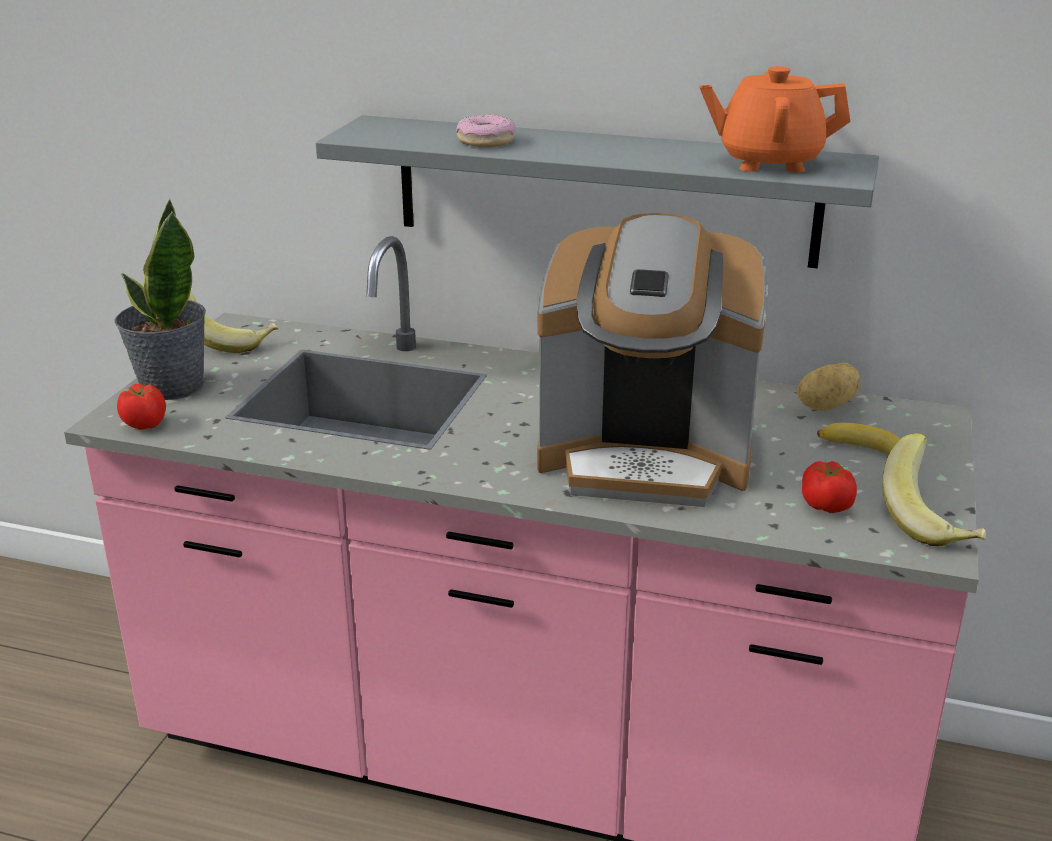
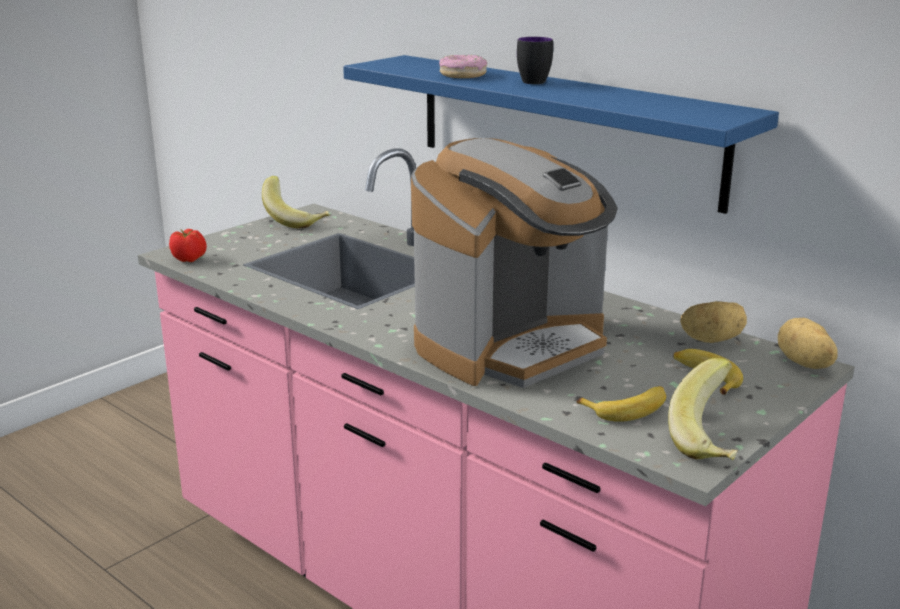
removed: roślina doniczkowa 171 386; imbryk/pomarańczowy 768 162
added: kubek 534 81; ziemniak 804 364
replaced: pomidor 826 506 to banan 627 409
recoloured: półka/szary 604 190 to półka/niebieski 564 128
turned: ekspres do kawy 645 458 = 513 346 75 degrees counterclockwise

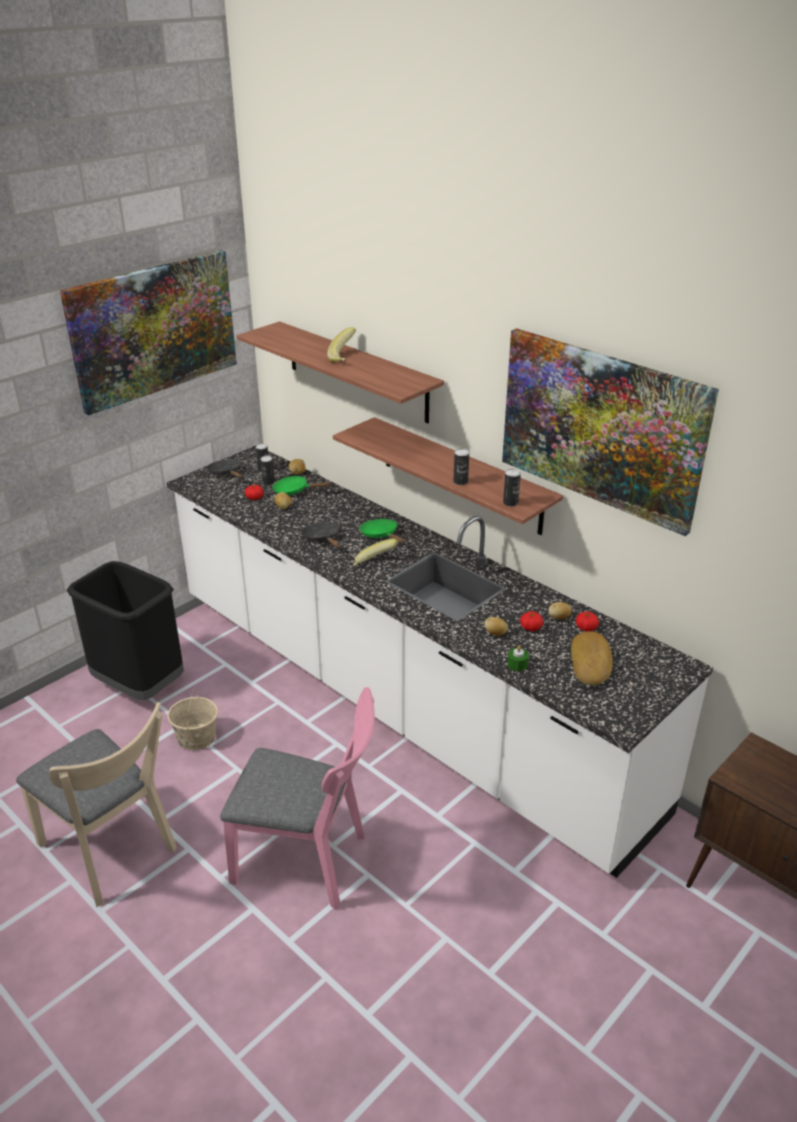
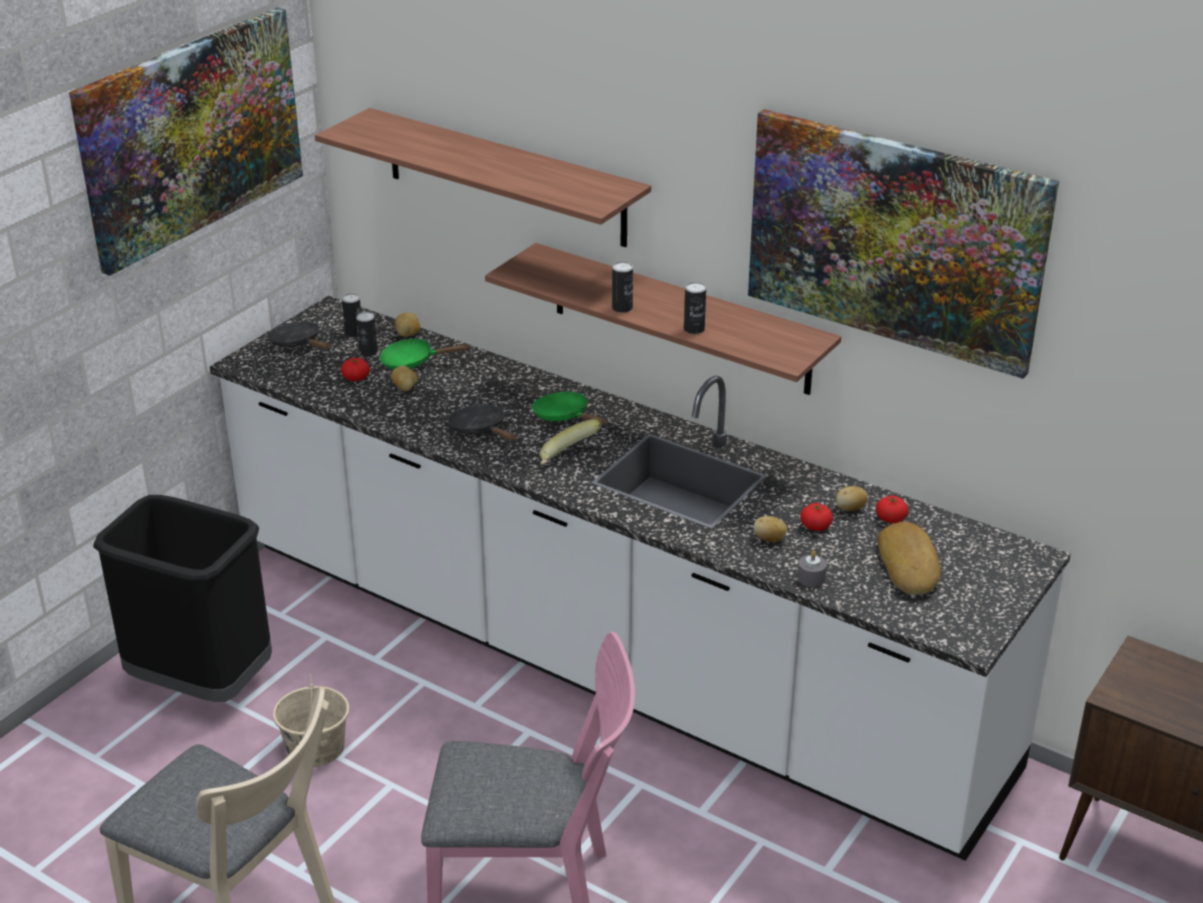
removed: banan 345 358
moved: puszka 510 503 to 622 308
recoloured: świeca/zielony 517 664 to świeca/szary 811 578

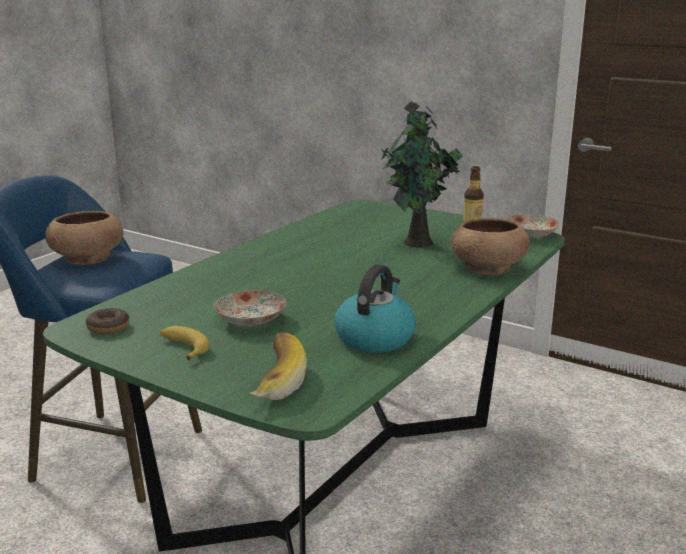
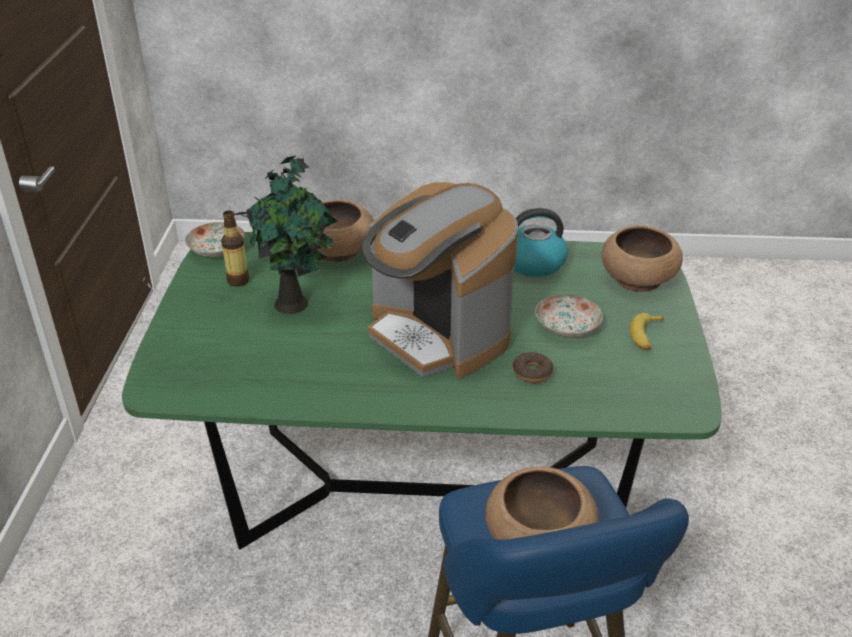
added: ekspres do kawy 438 335
moved: donut 108 327 to 532 373
replaced: banan 272 381 to miska/brązowy 638 280

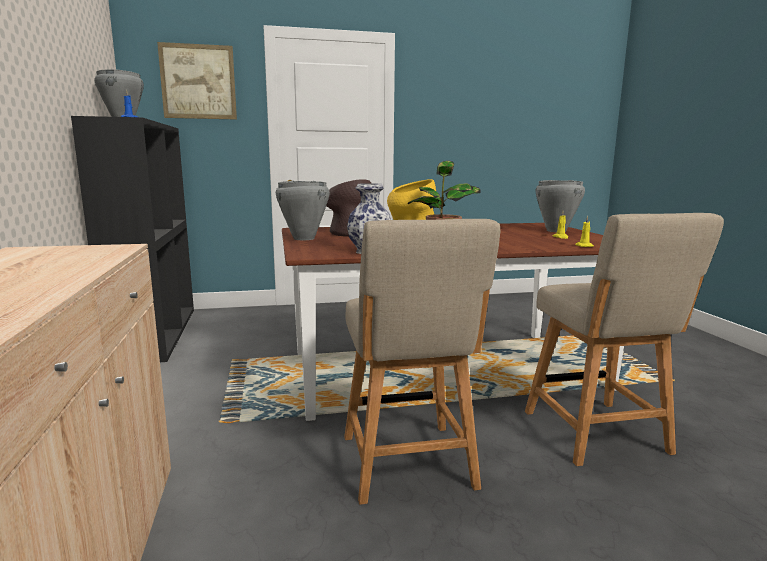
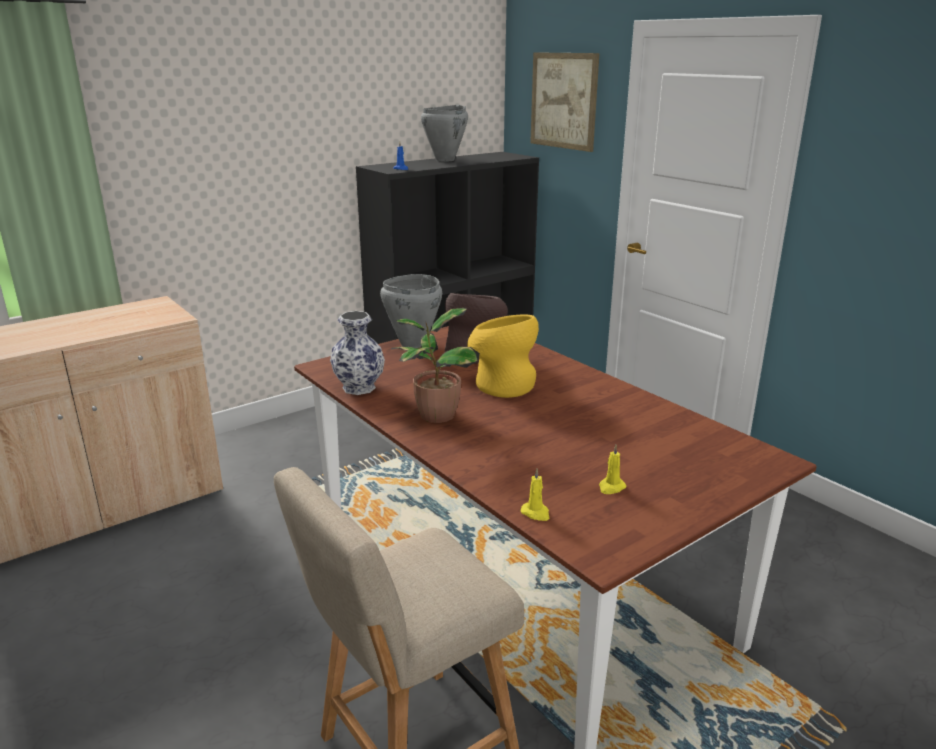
removed: krzesło/beżowy 408 466; garnek/szary 556 231

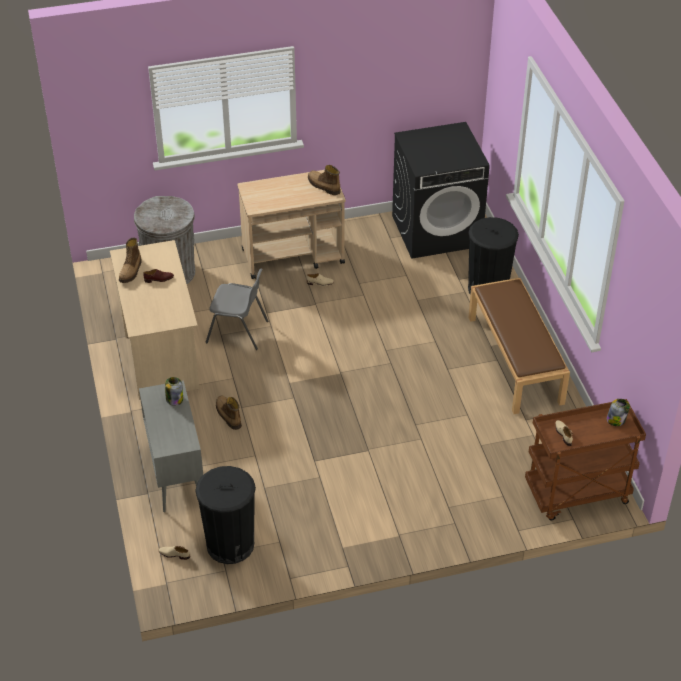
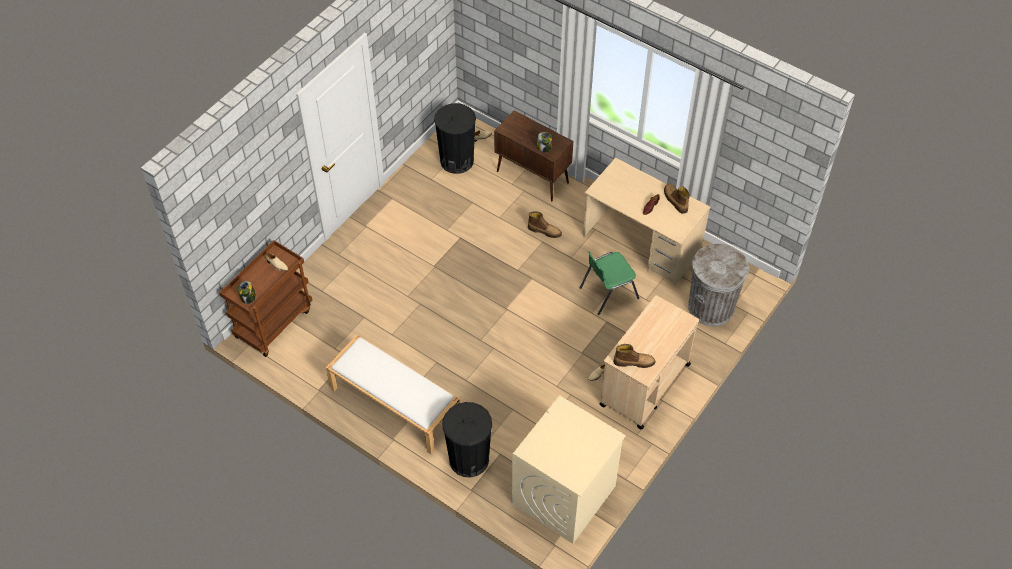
recoloured: ławka/brązowy 516 360 to ławka/biały 393 404; szafka/szary 175 473 to szafka/brązowy 533 177; pralka/czarny 437 230 to pralka/beżowy 564 496; krzesło/szary 238 332 to krzesło/zielony 607 293

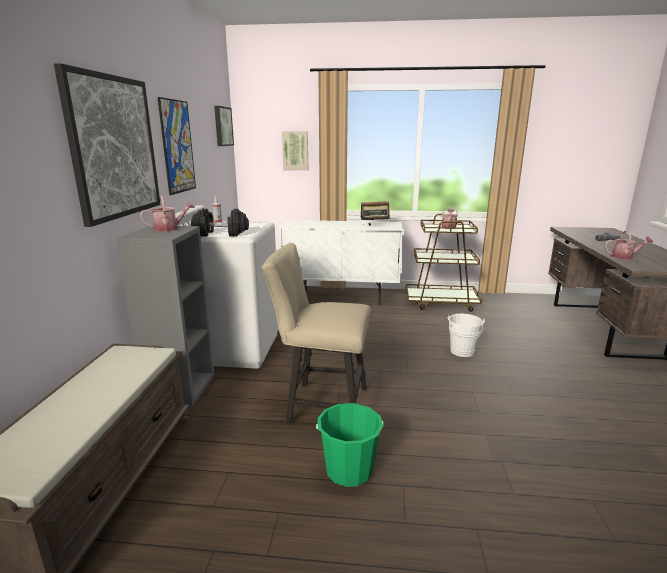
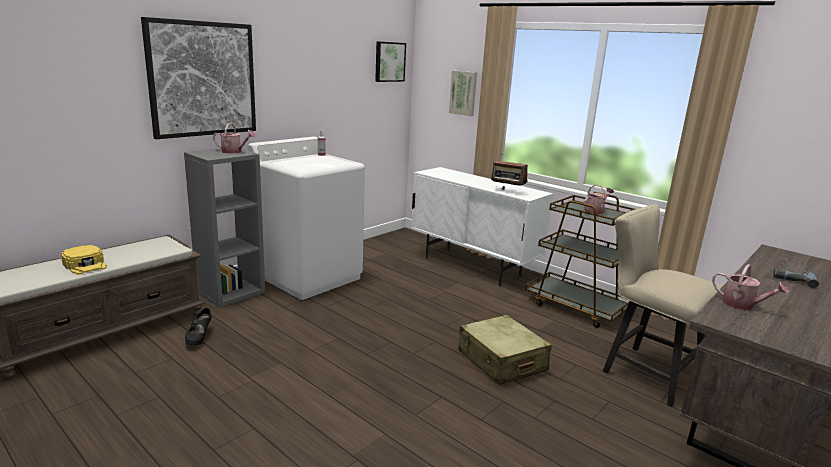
removed: obraz 177 147; hantel/czarny 221 234; wiadro/zielony 349 470
added: czapka z daszkiem/żółty 85 264; but/czarny 199 338
moved: krzesło/beżowy 321 405 to 644 371
replaced: wiadro/biały 462 353 to walizka/beżowy 501 361

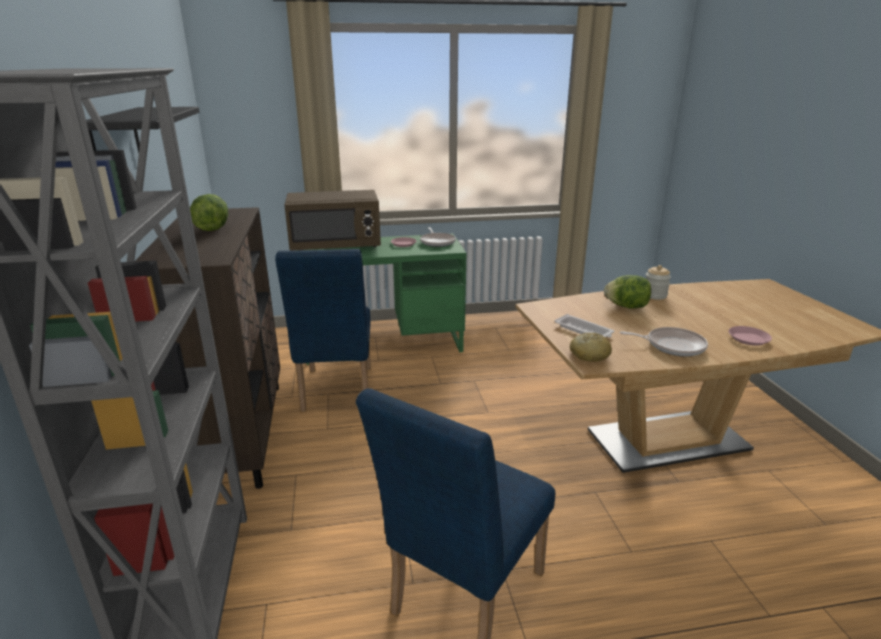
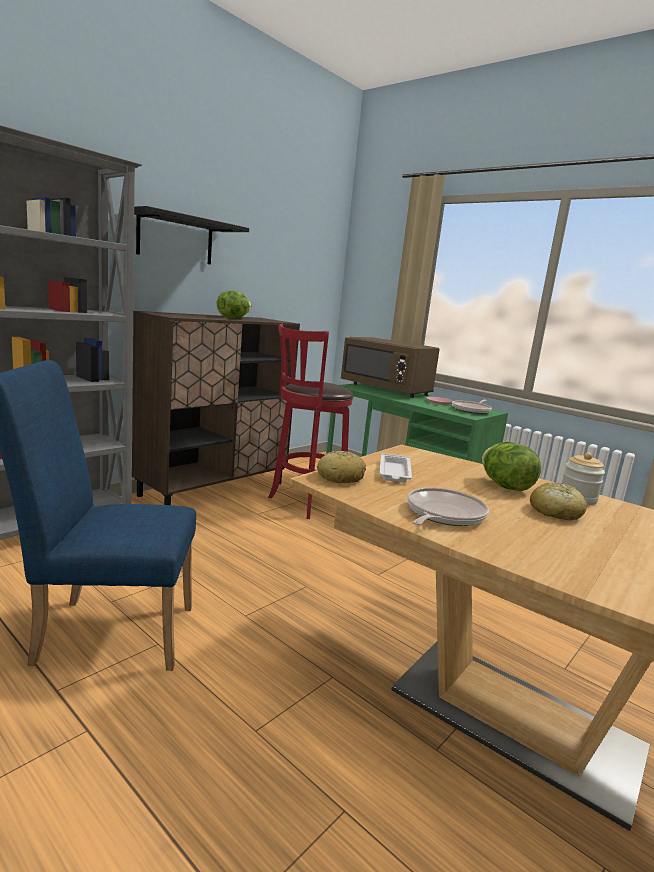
removed: talerz/różowy 748 338
added: chleb 555 512
replaced: krzesło/niebieski 336 393 to stołek/czerwony 304 503
turned: patelnia 672 346 = 443 514 120 degrees counterclockwise

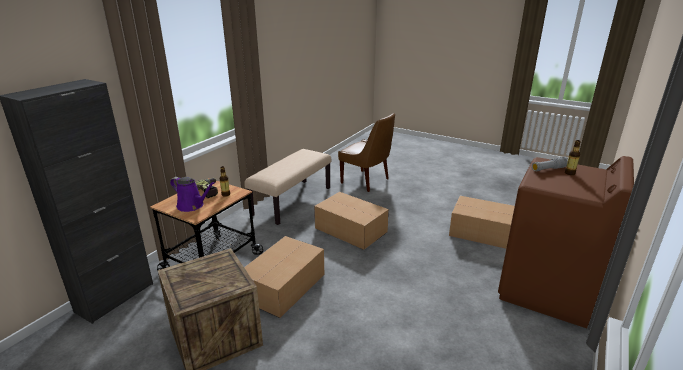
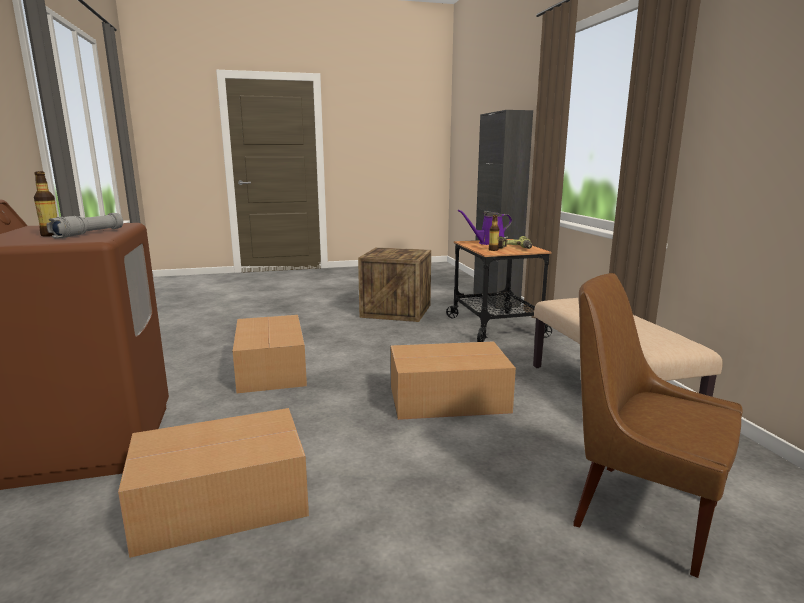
moved: karton 285 286 to 270 370
turned: krzesło/brązowy 366 181 = 639 512 45 degrees clockwise

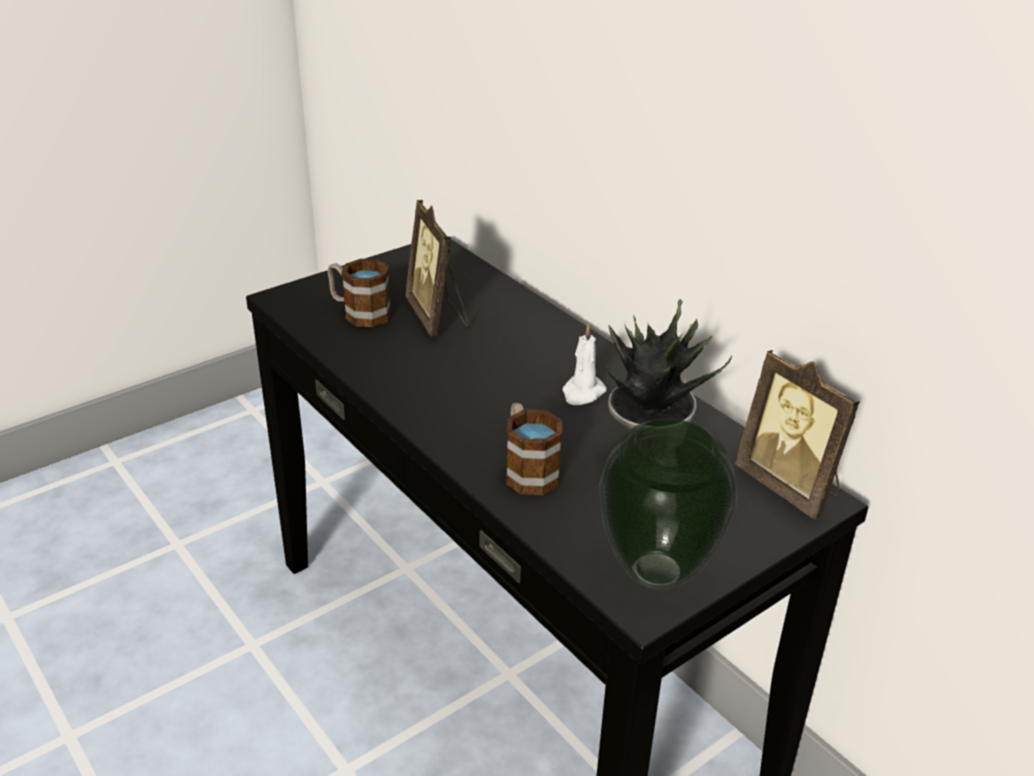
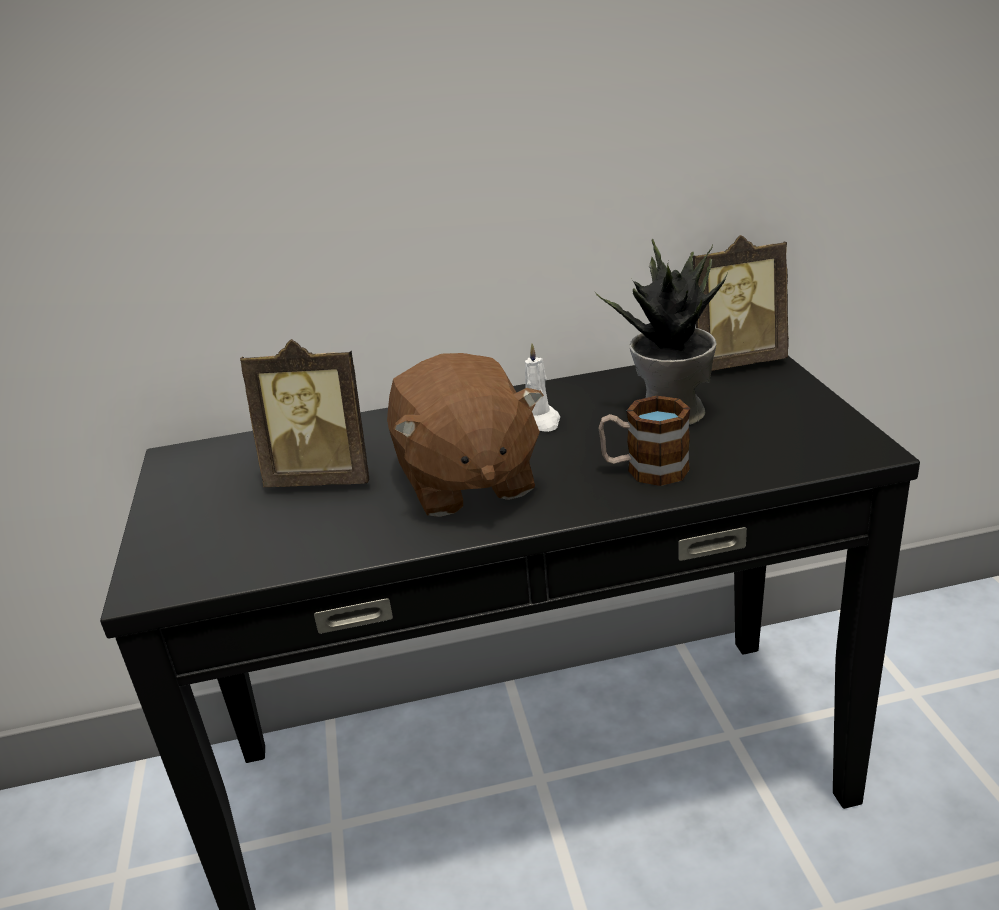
removed: kubek 359 312; wazon 657 569
added: pluszak/brązowy 465 482

